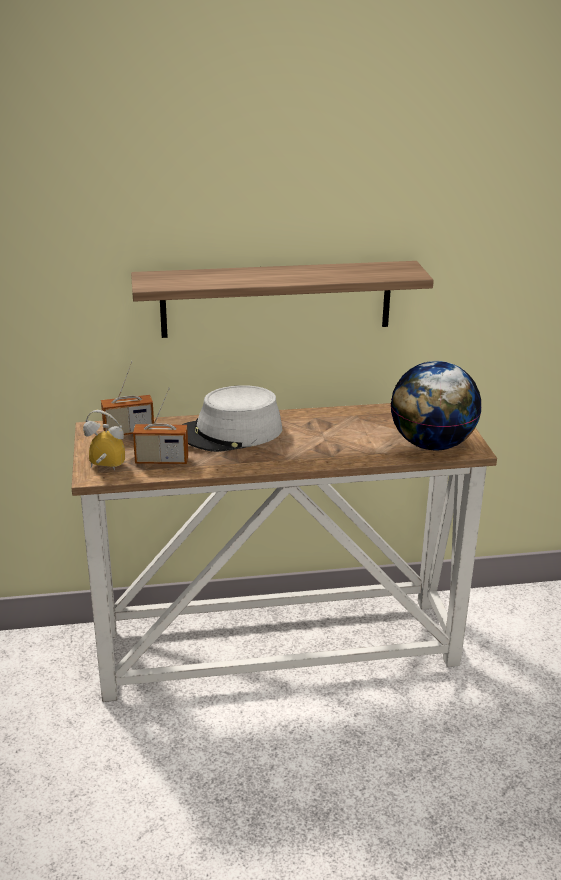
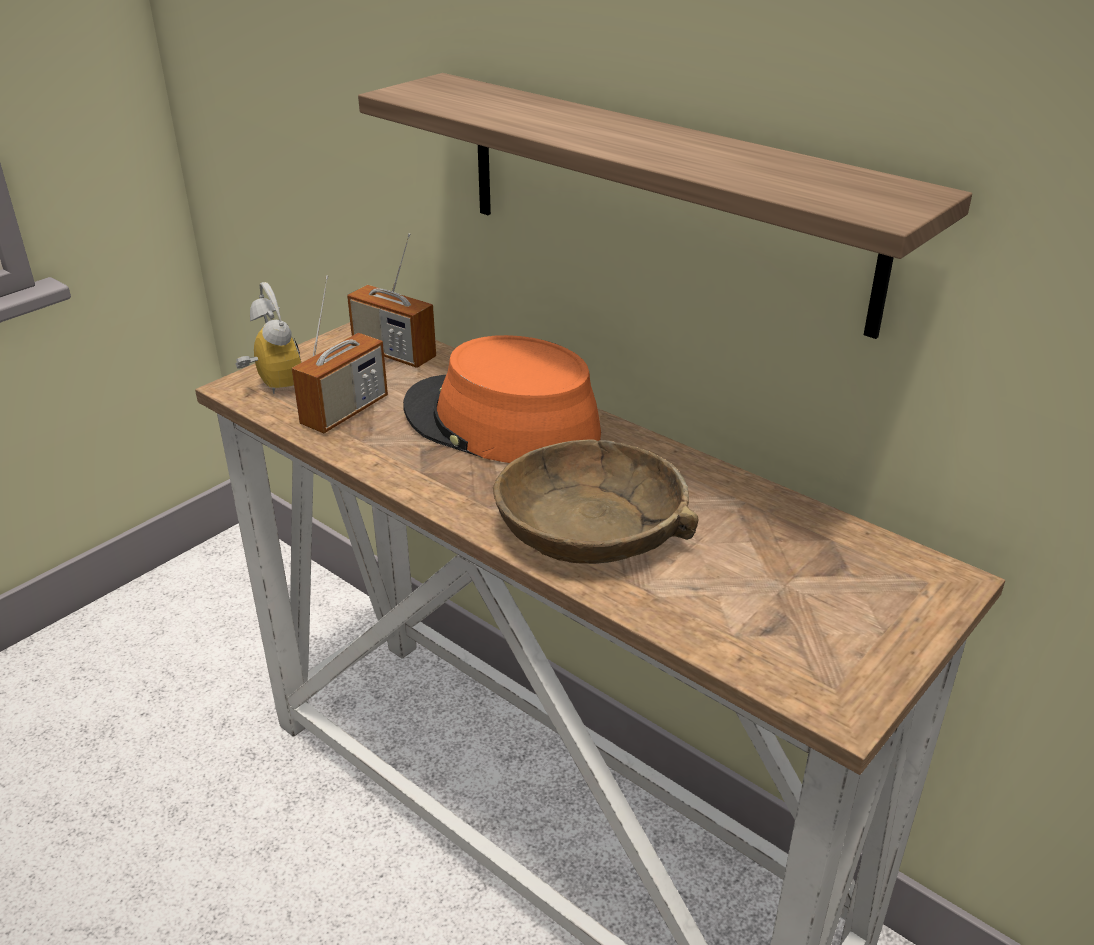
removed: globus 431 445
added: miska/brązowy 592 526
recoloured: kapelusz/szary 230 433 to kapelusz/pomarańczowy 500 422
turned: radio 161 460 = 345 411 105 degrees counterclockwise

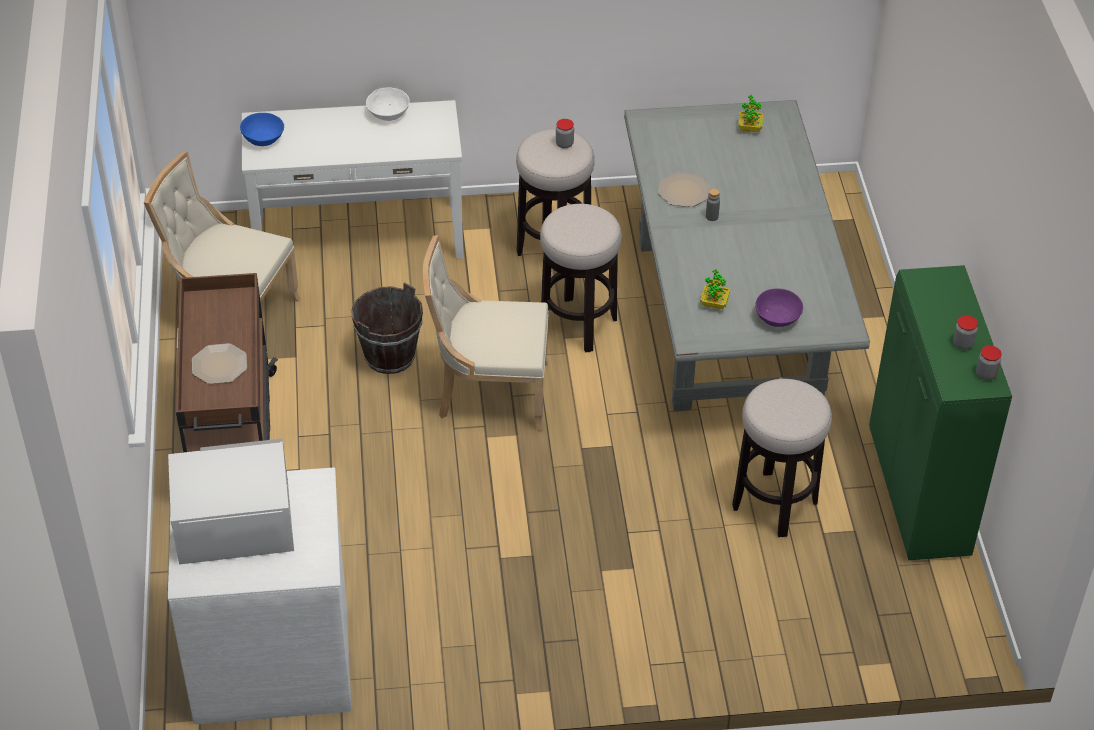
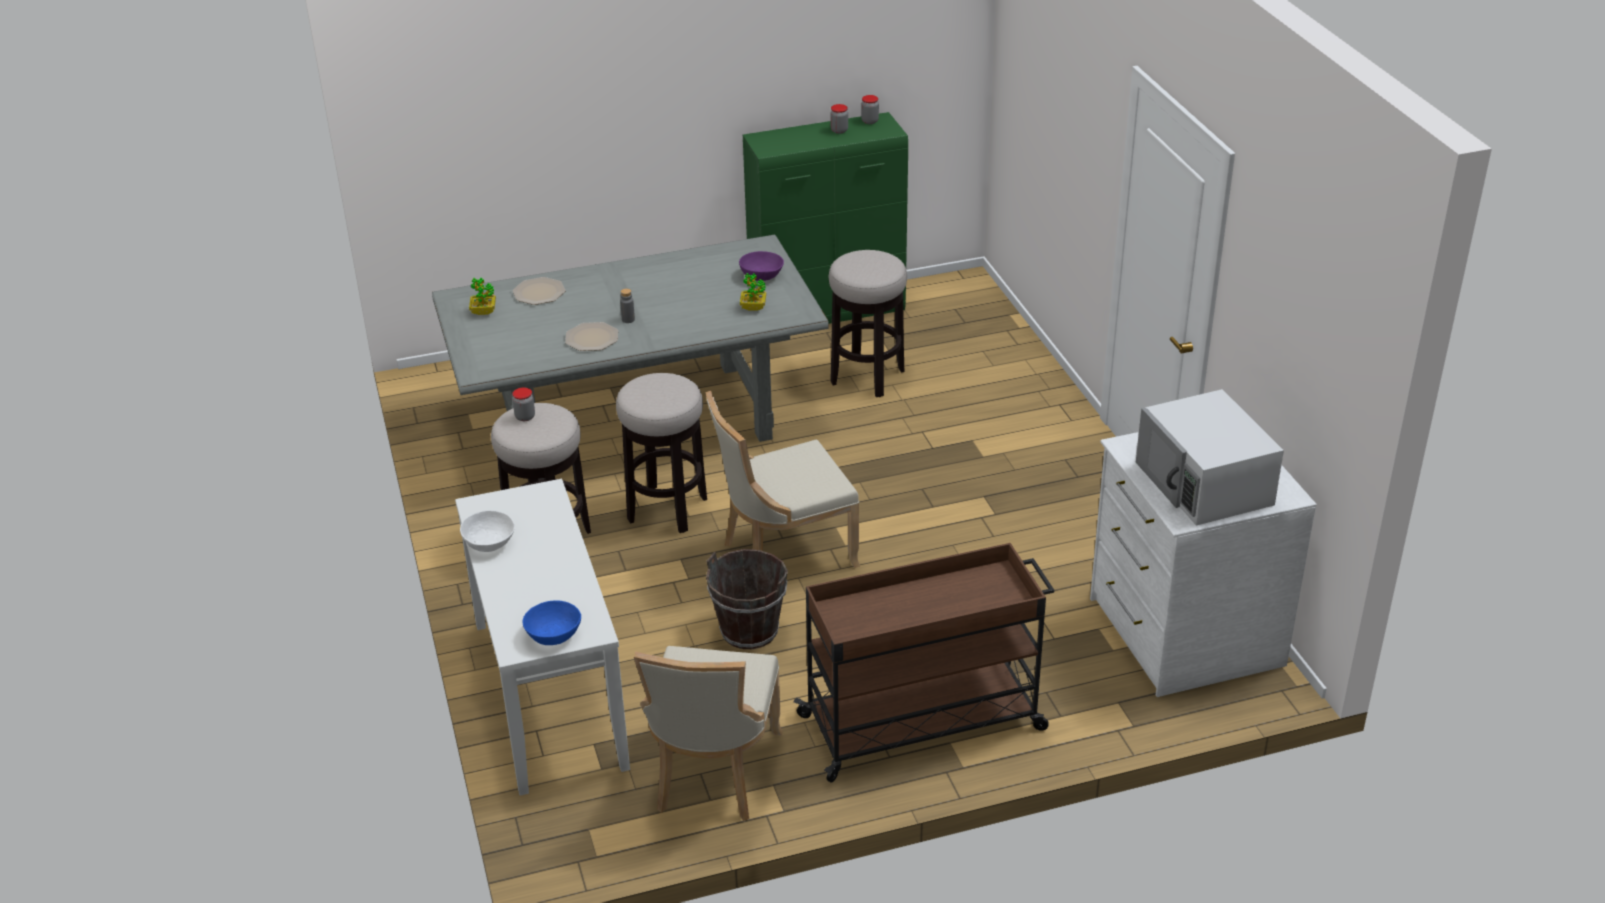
moved: talerz 220 365 to 539 292
turned: krzesło/beżowy 488 393 = 783 553 75 degrees clockwise

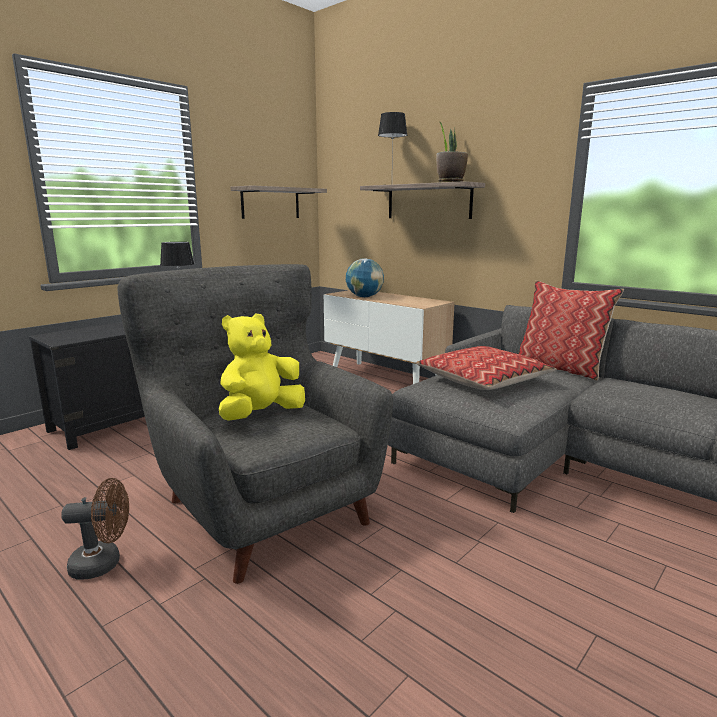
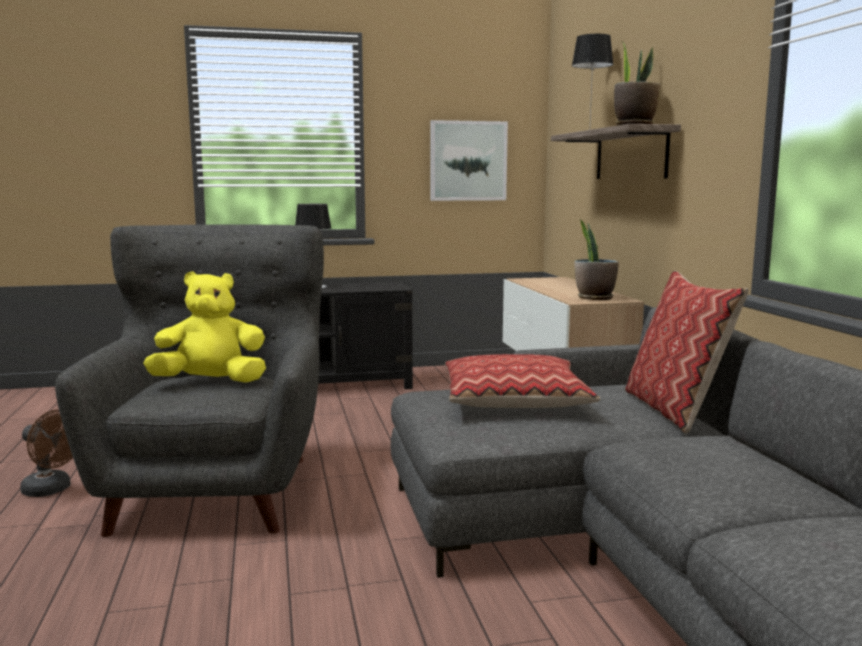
removed: globus 364 297
added: roślina doniczkowa 594 298
replaced: półka 270 203 to obraz 468 161

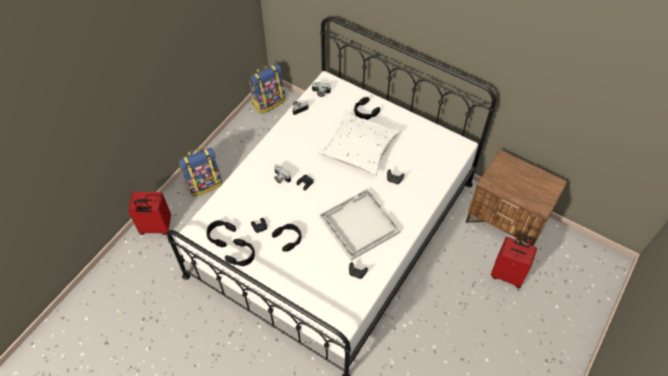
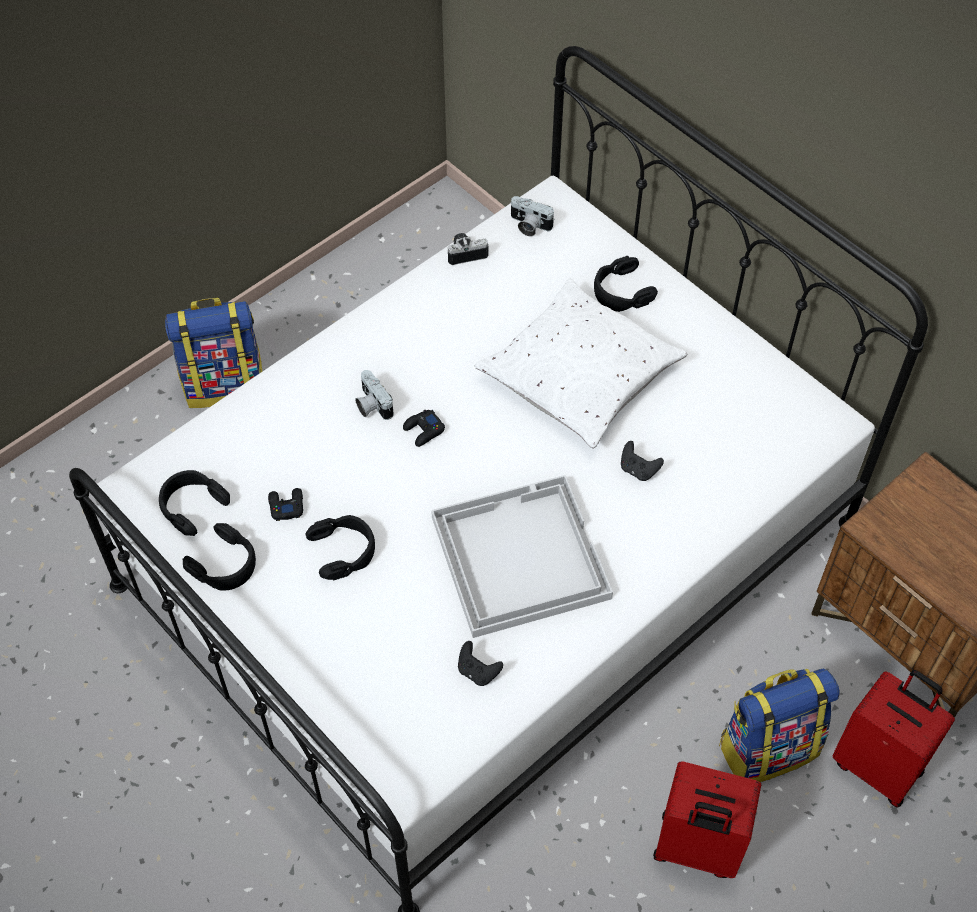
moved: walizka/czerwony 155 227 to 696 849; plecak 268 102 to 768 747

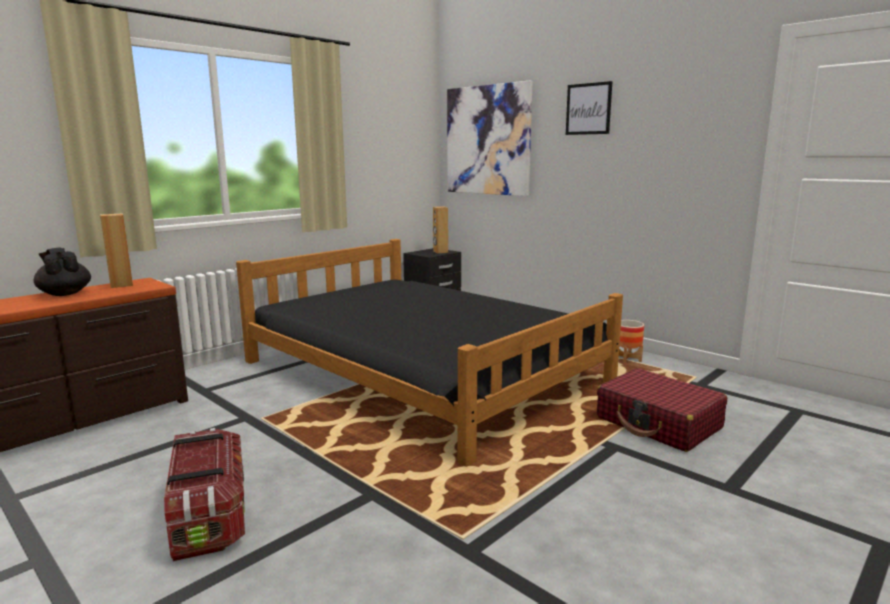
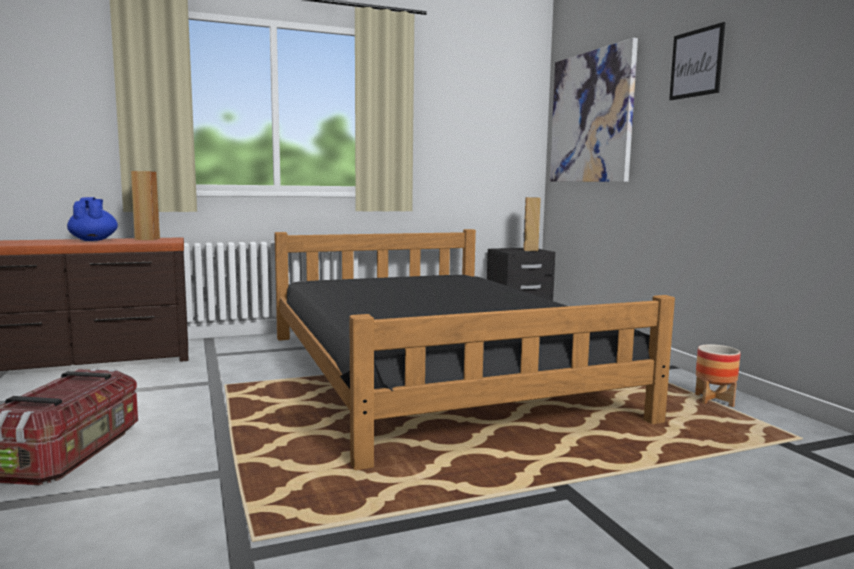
removed: walizka/czerwony 658 423
recoloured: imbryk/czarny 65 294 to imbryk/niebieski 93 240

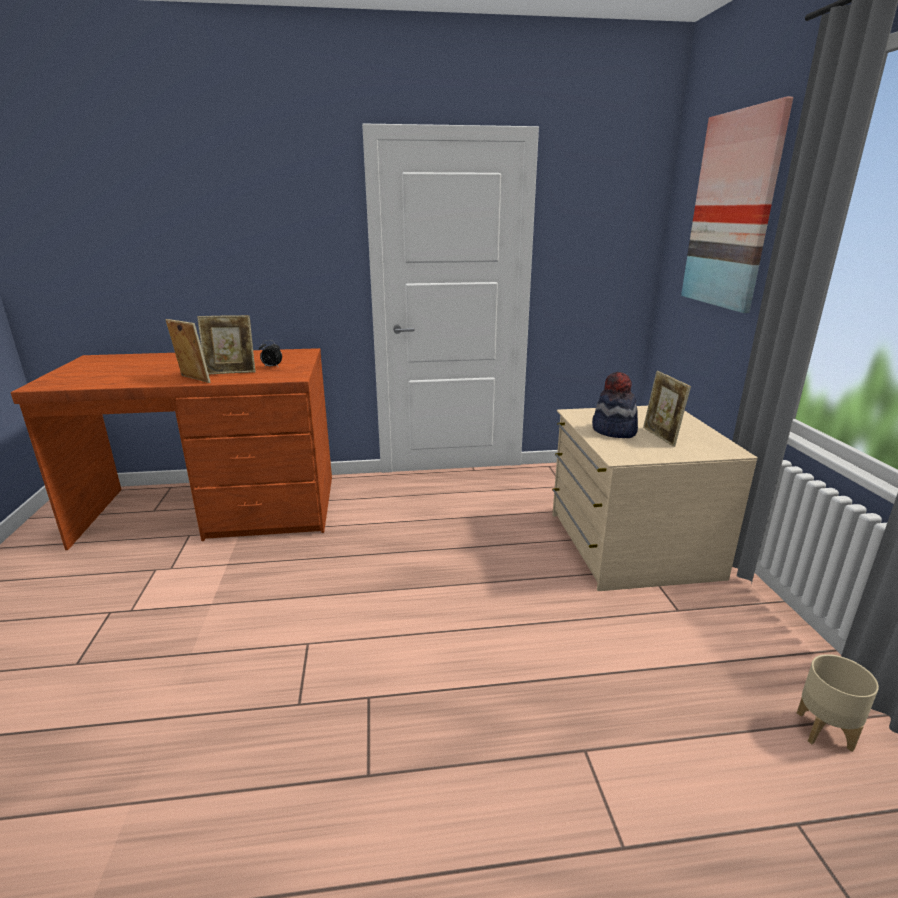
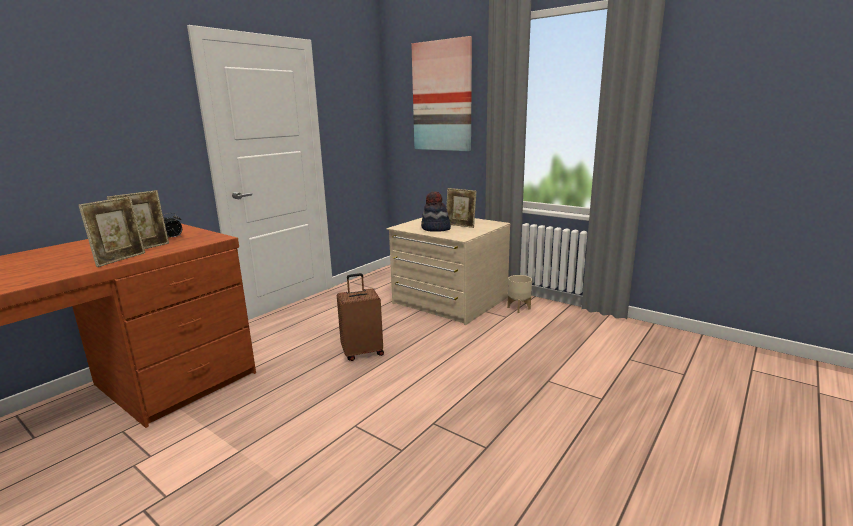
added: walizka/brązowy 362 352
moved: donica/beżowy 825 731 to 519 308
turned: ramka na zdjęcie 193 379 = 121 259 120 degrees clockwise

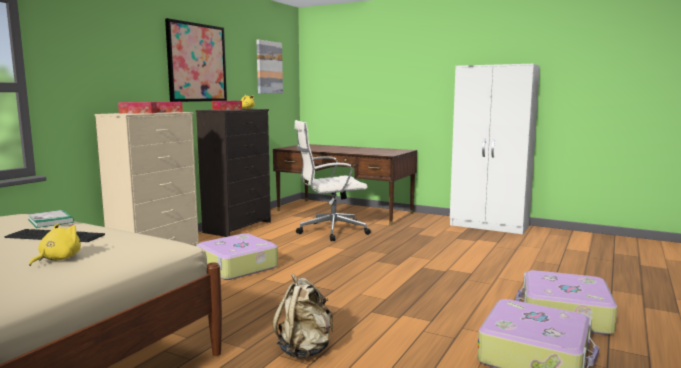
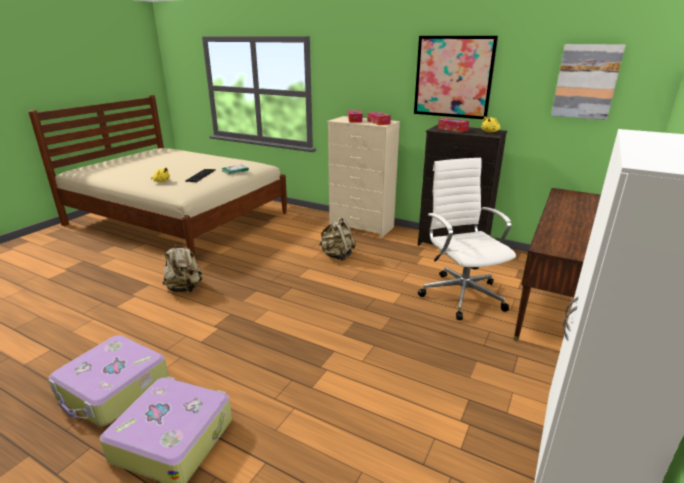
replaced: walizka 237 267 to plecak/beżowy 337 256

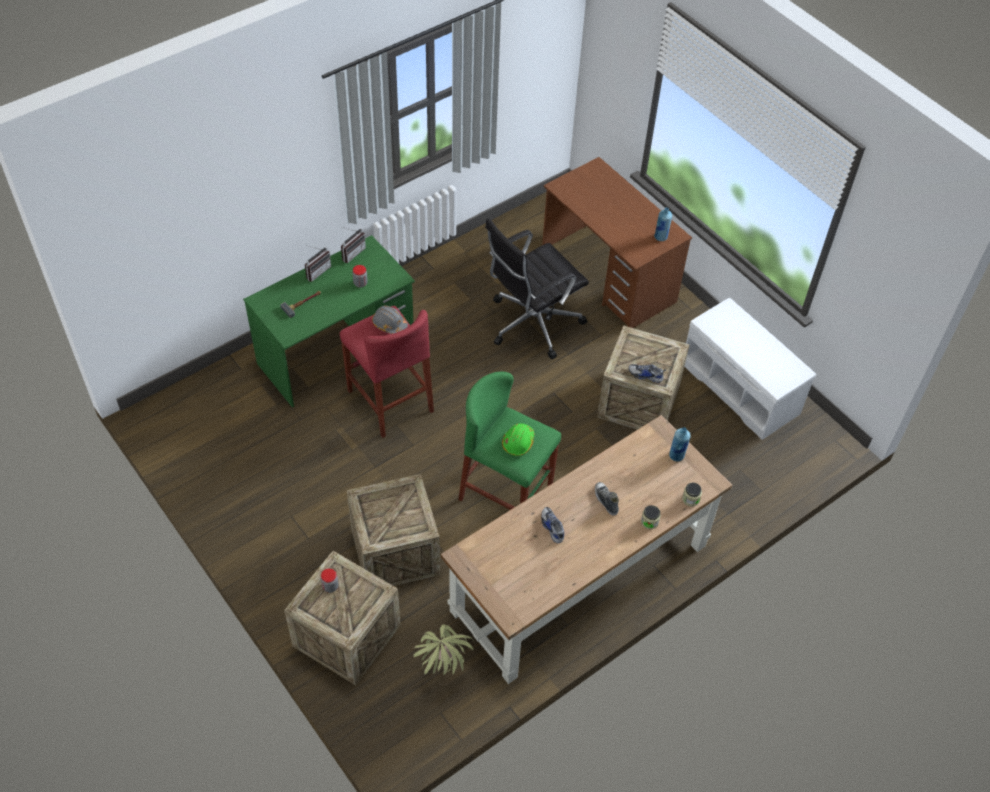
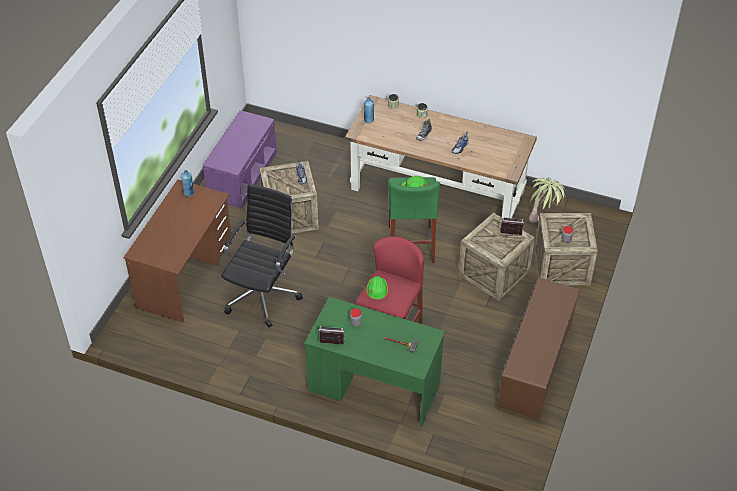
added: regał na buty/brązowy 535 367
moved: radio 316 271 to 510 234
recoloured: ławka/biały 741 388 to ławka/fioletowy 242 175; kask/szary 389 324 to kask/zielony 377 290
turned: krzesło biurowe/czarny 532 323 = 263 294 90 degrees counterclockwise

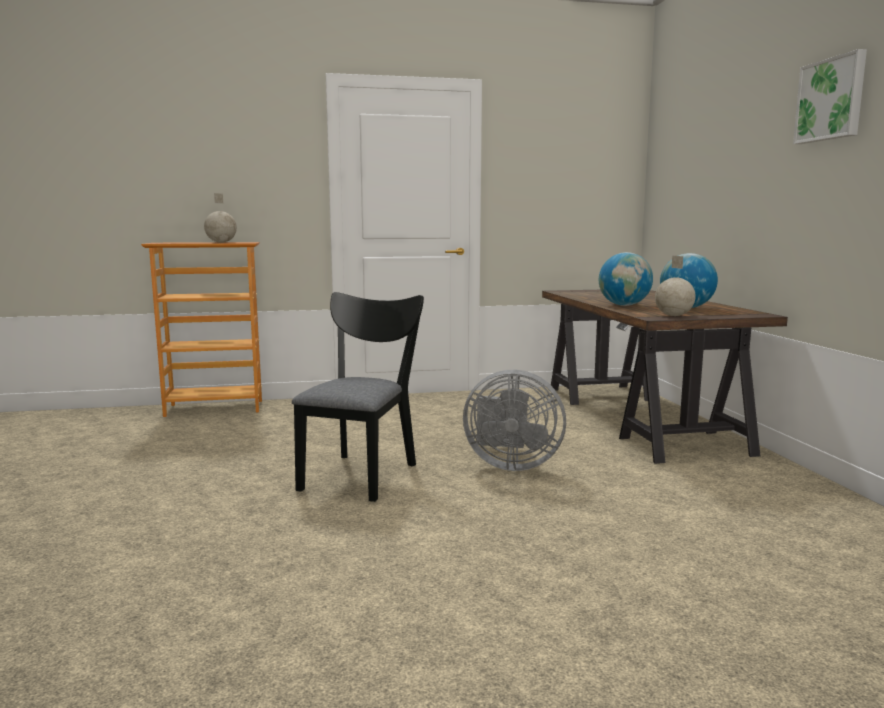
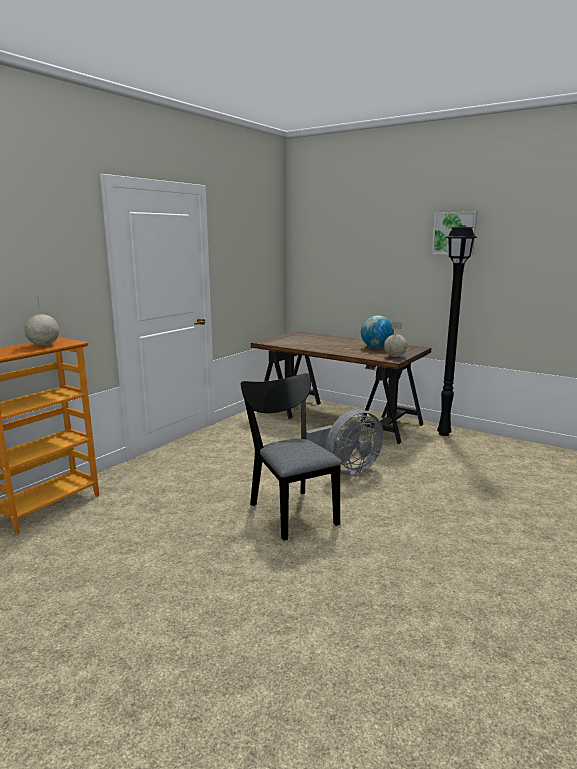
removed: globus 624 305
added: lampa stojąca/czarny 445 434

